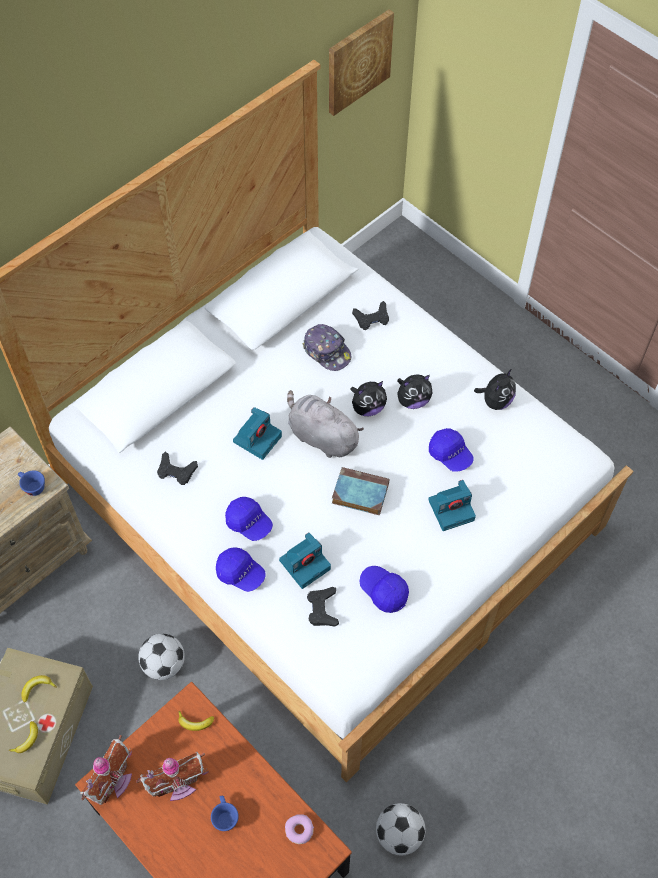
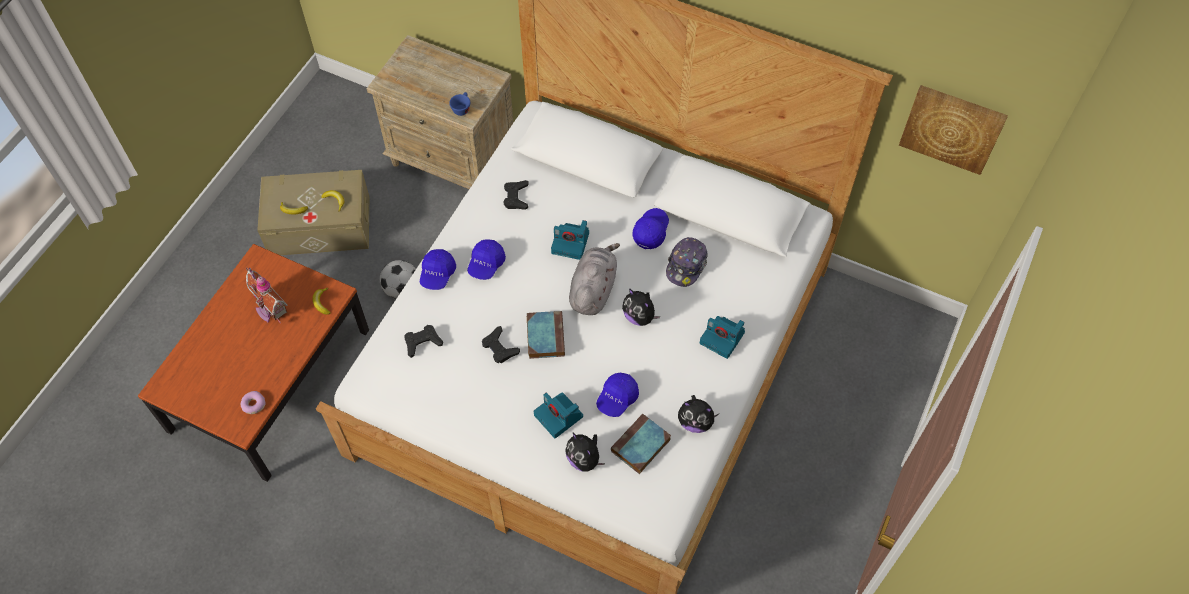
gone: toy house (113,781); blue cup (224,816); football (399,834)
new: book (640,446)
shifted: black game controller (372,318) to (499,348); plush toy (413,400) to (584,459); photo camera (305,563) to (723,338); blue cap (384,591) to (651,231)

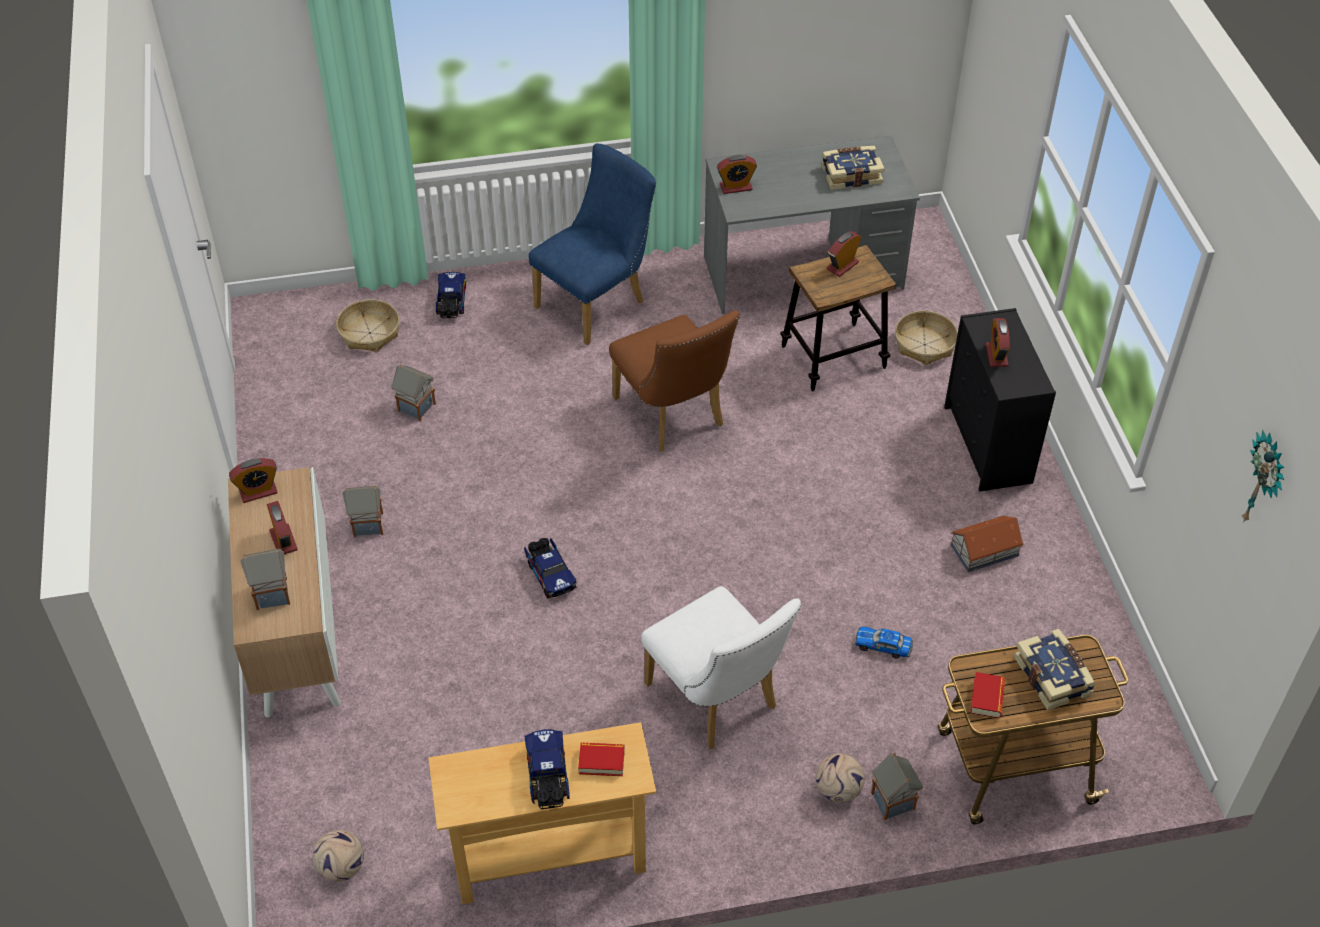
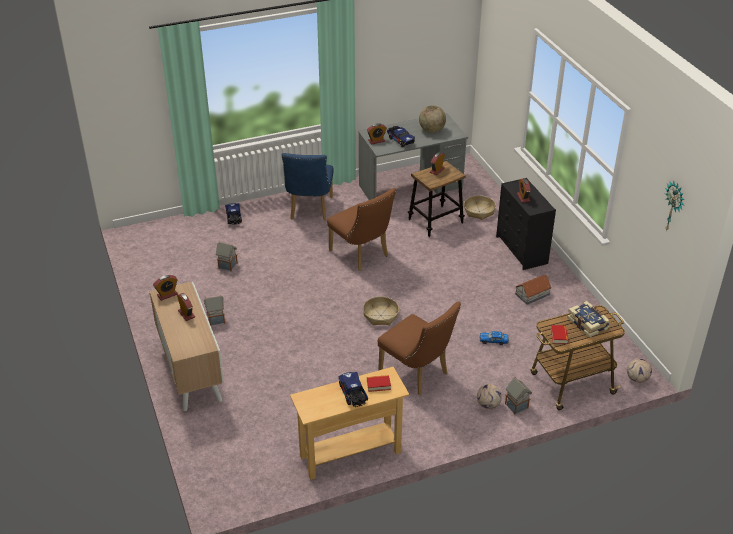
gone: toy house (273,593)
shifted: basket (369,333) to (380,315); toy truck (550,574) to (400,140); football (342,868) to (637,379)
swapped: book (851,174) to globe (432,130)
repainted: white chair (717,702) to brown chair (417,375)
rotated: blue chair (597,302) = (309,210) 150 degrees clockwise

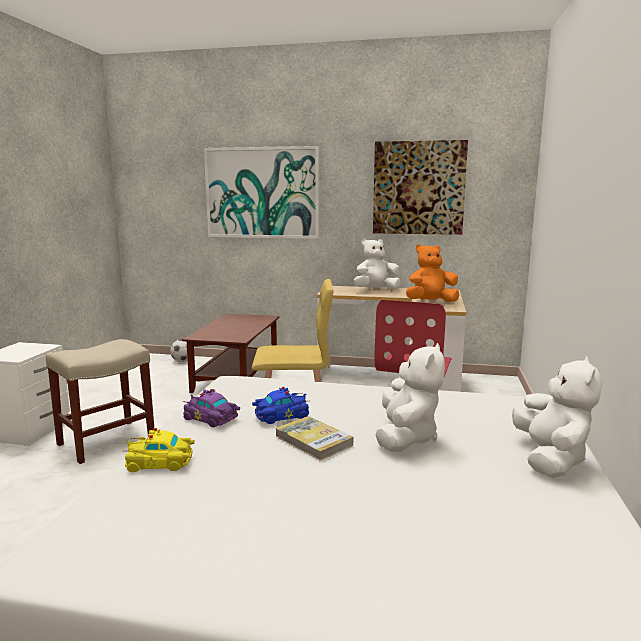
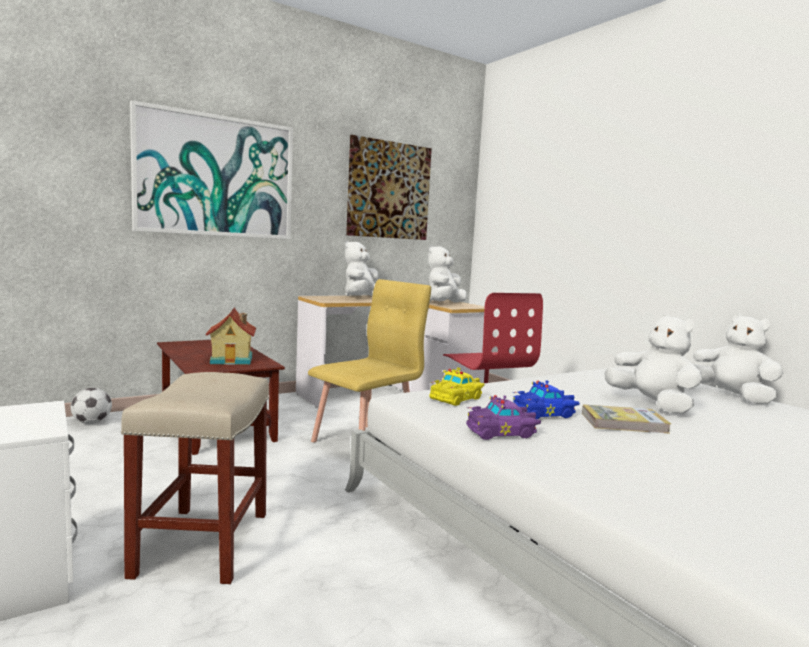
new: toy house (233,360)
shifted: yellow toy car (161,463) to (457,398)
repainted: orange plush toy (430,302) to white plush toy (444,303)
rotated: blue toy car (280,416) = (544,414) 135 degrees counterclockwise

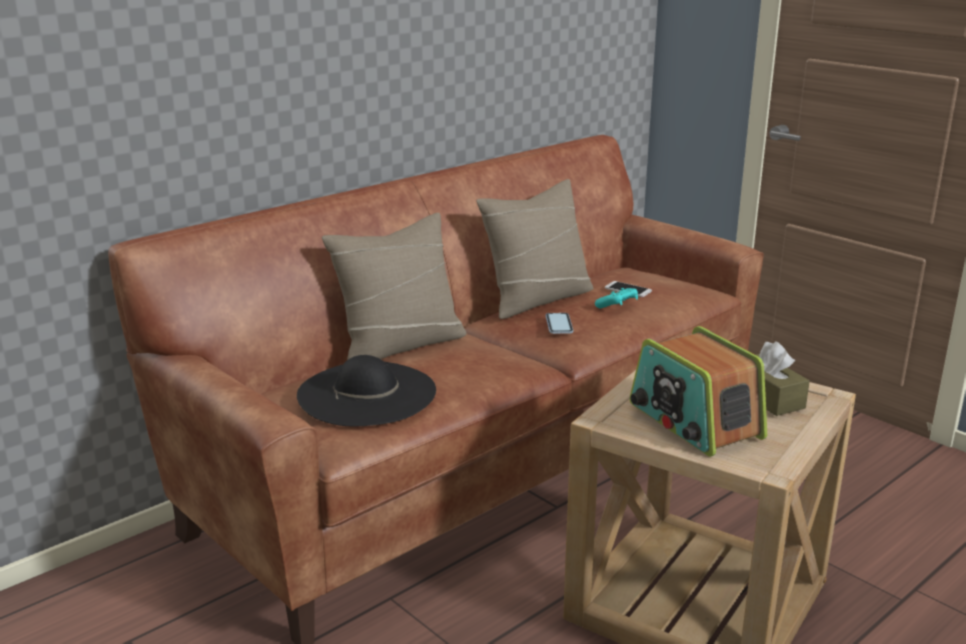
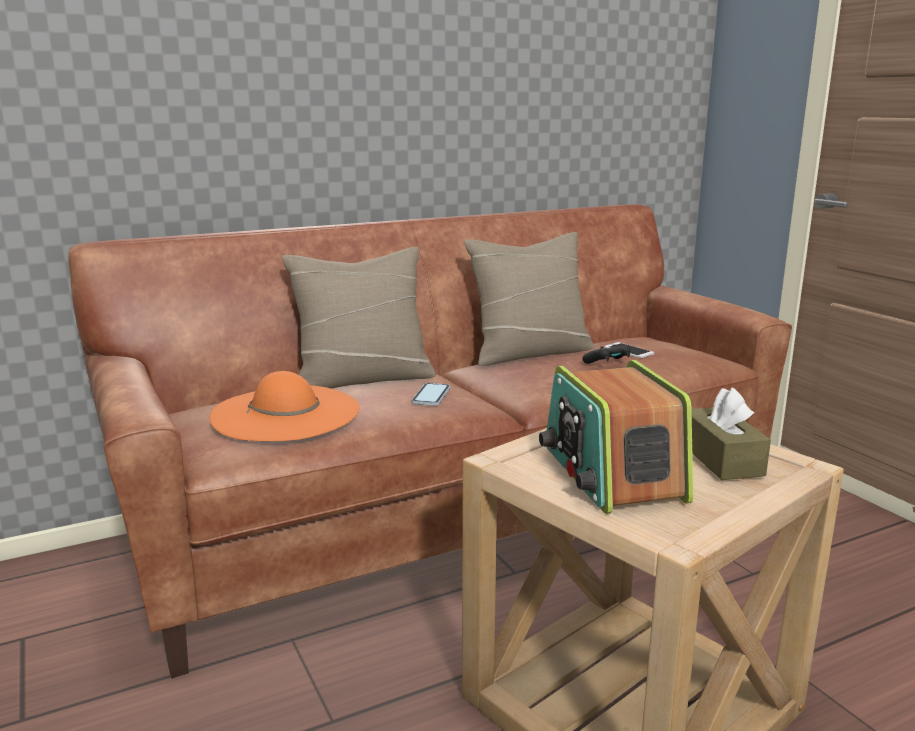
shifted: phone (559,325) to (431,396)
repainted: turquoise game controller (617,306) to black game controller (608,363); black hat (366,393) to orange hat (286,413)

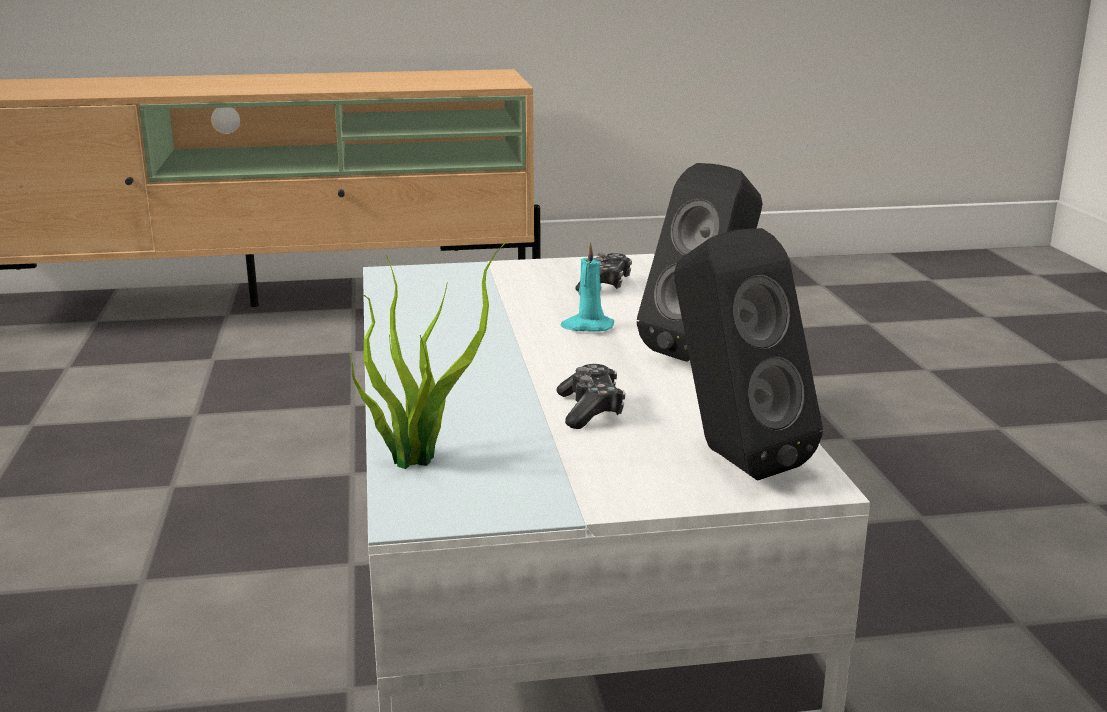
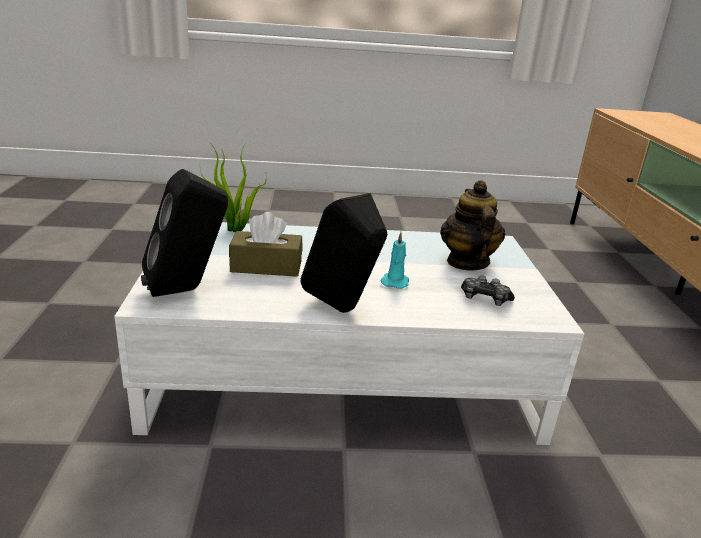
new: teapot (467,262)
swapped: game controller (590,410) to brown tissue box (266,266)

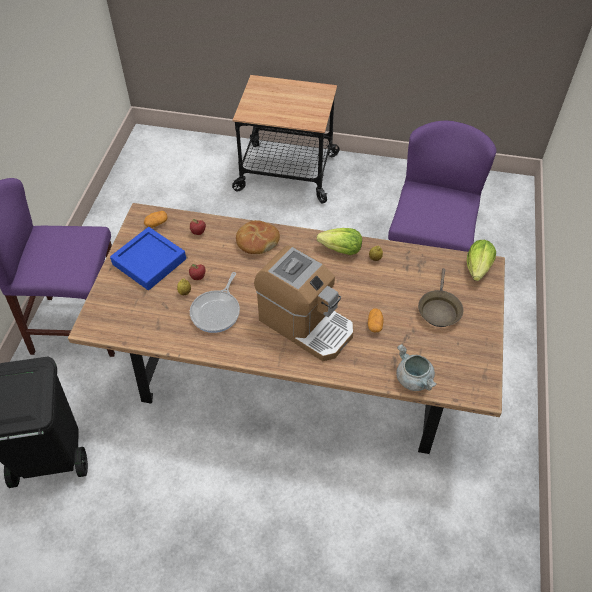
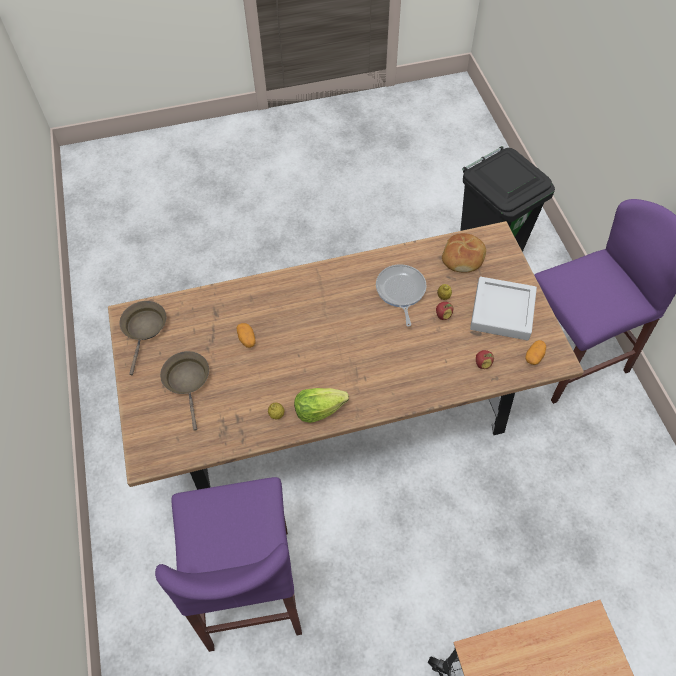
gone: lettuce (478,268); coffee machine (306,324); grey cooking pot (414,379)
new: brown frying pan (144,329)
shifted: bread (257,242) to (463,257)
repainted: blue tray (149,262) to grey tray (502,312)

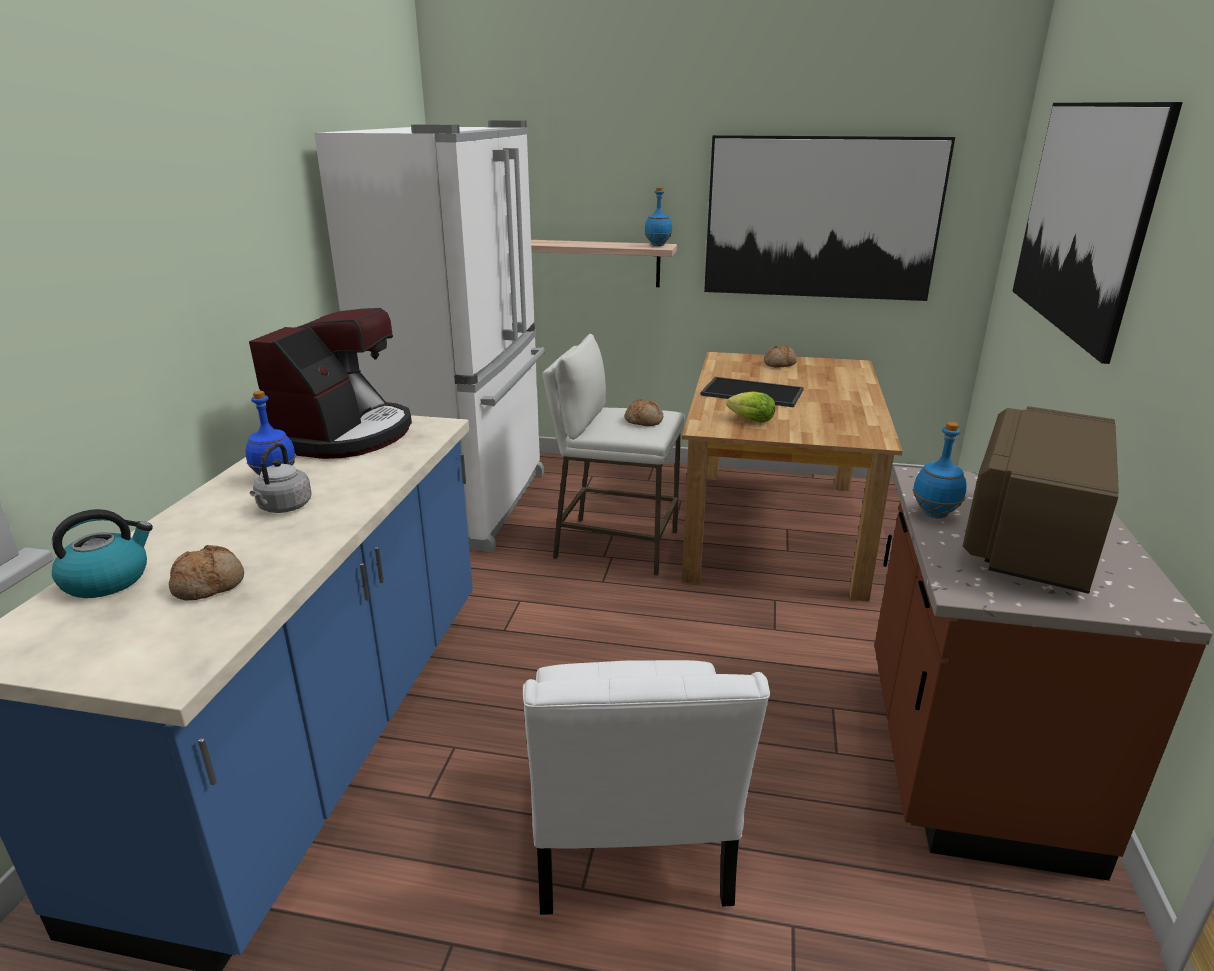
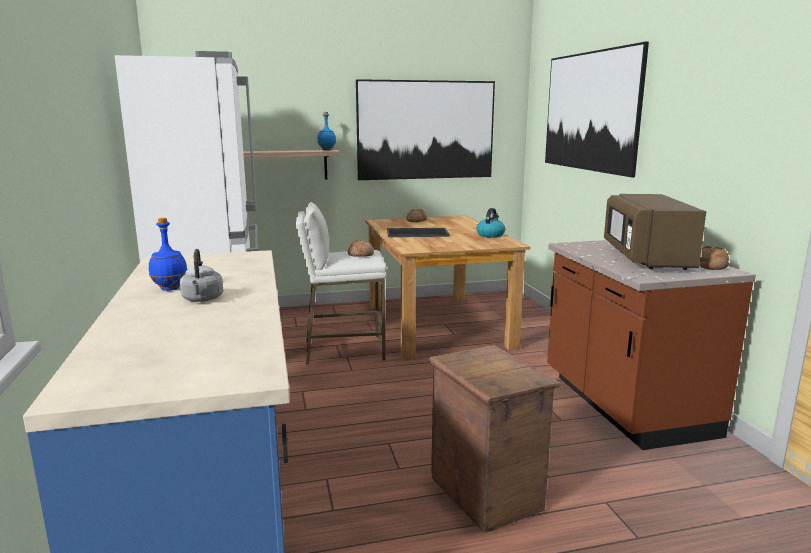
gone: coffee machine (344,435); lettuce (748,420); blue bottle (935,514)
shifted: kettle (107,580) to (490,235); bread (209,584) to (709,266)
swapped: white chair (630,842) to crate (485,493)

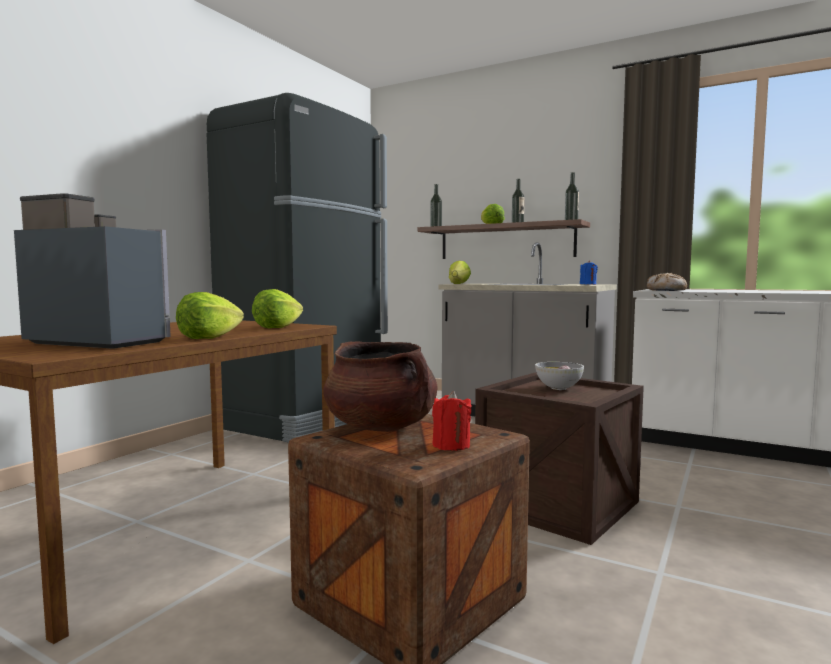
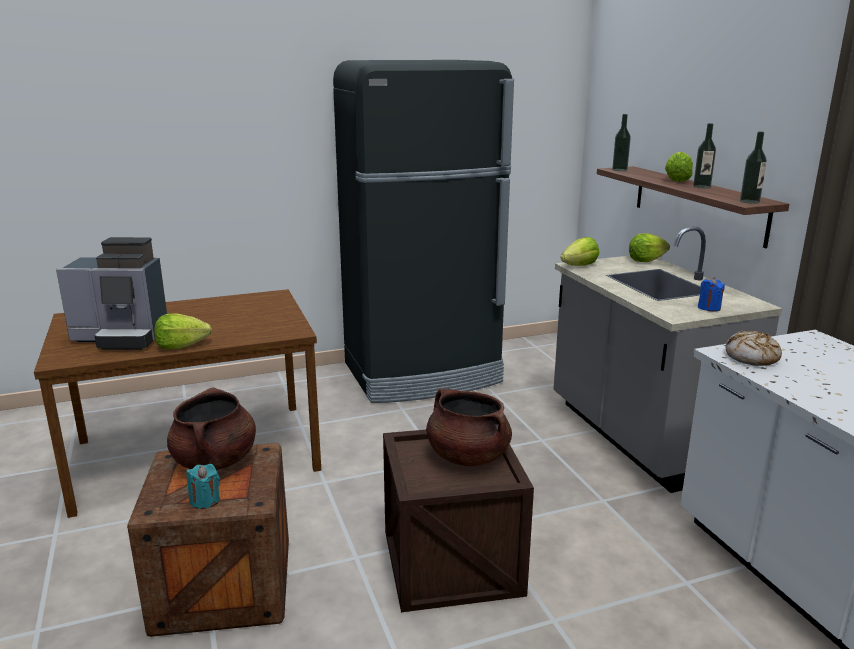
shifted: lettuce (277,327) to (646,260)
swapped: bowl (558,388) to brown cooking pot (467,456)
repainted: red candle (451,445) to turquoise candle (205,501)
rotated: coffee machine (100,341) = (122,337) 120 degrees clockwise

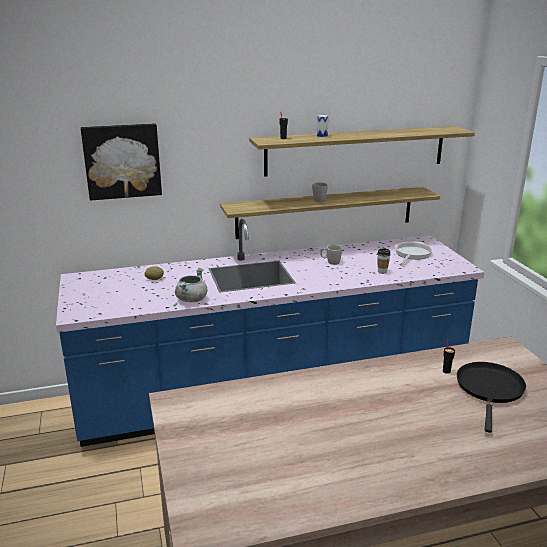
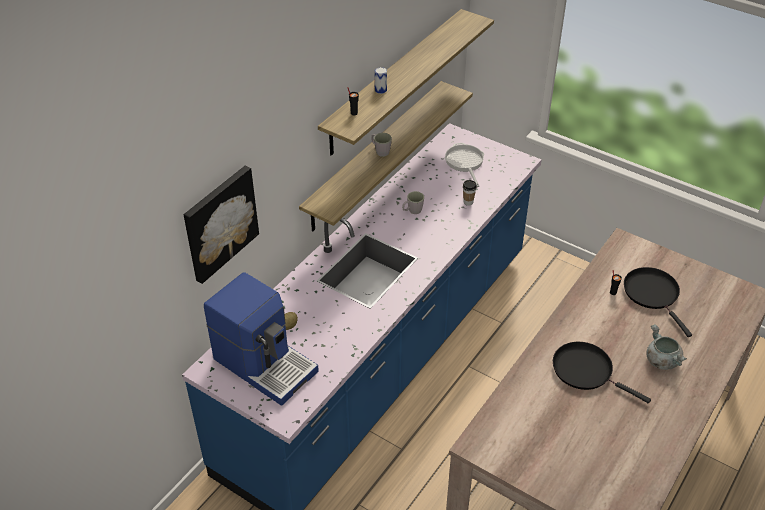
new: coffee machine (265,363); black frying pan (586,371)
shifted: grey cooking pot (191,299) to (661,360)

